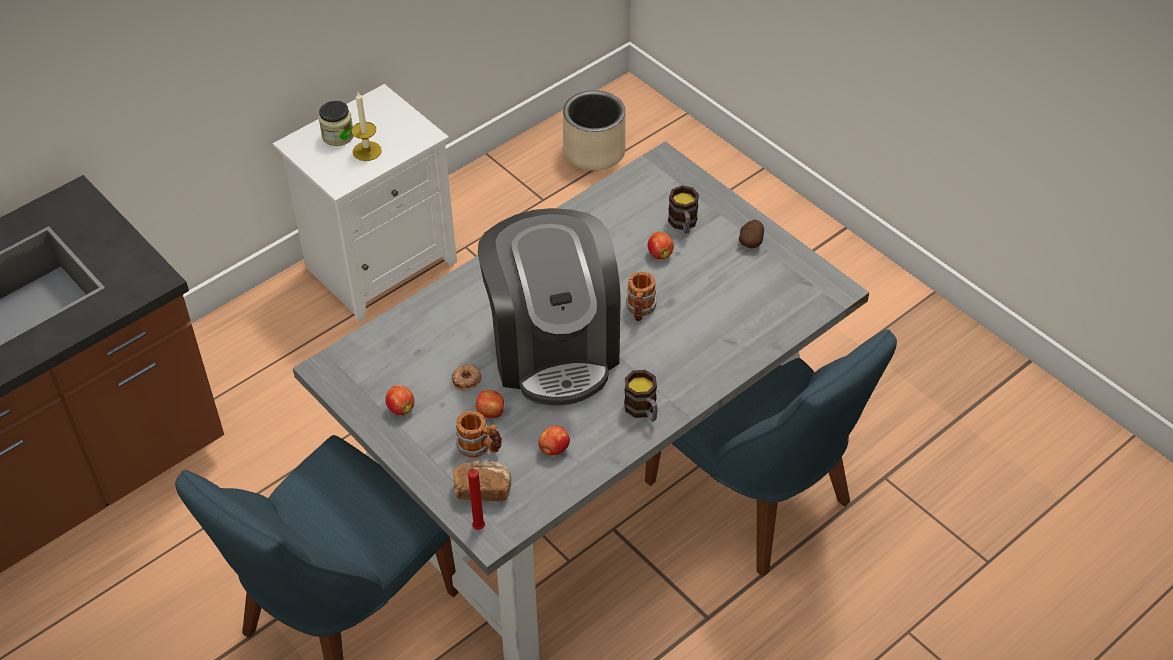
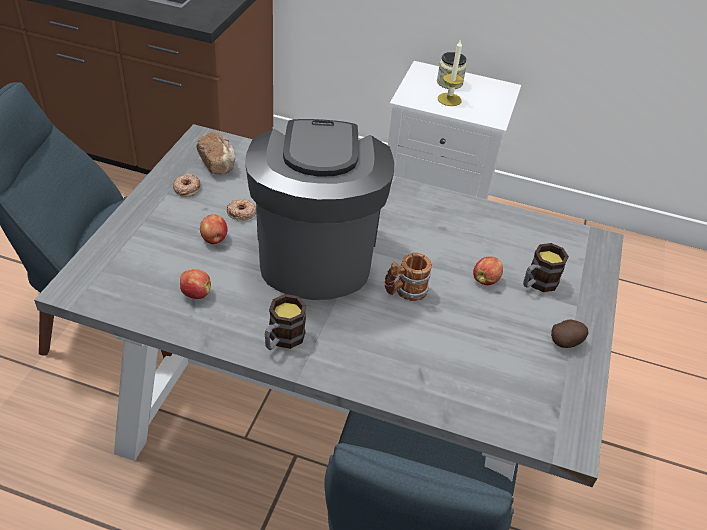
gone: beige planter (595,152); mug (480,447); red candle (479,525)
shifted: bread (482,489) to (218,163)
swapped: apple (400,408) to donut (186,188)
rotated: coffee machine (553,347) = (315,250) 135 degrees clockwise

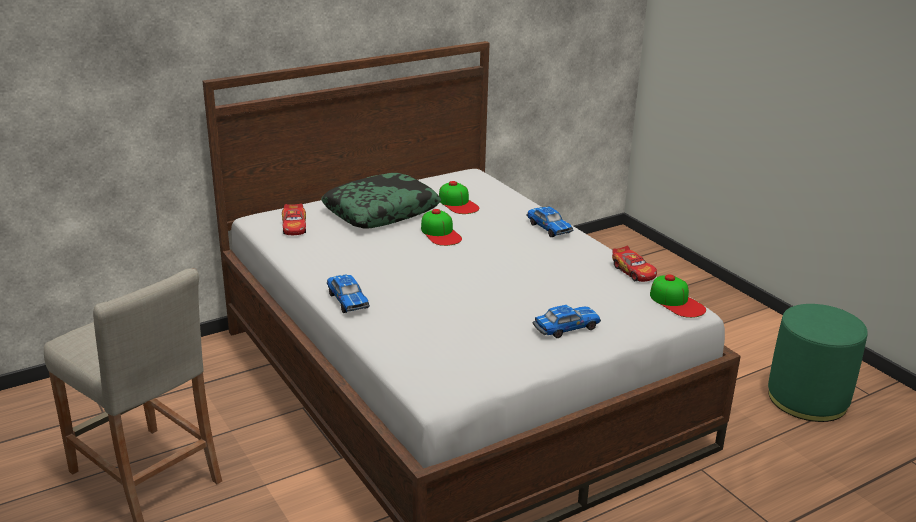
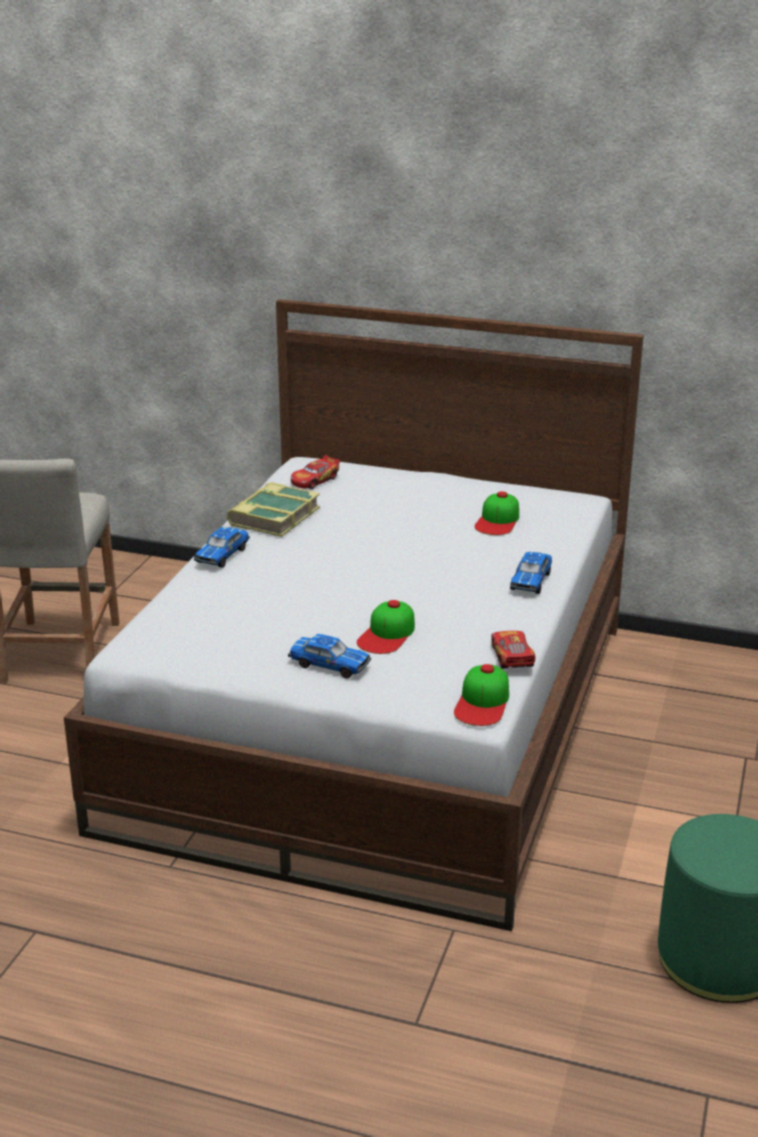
gone: pillow (381,211)
new: book (273,516)
shifted: cap (440,233) to (387,634)
rotated: toy car (633,271) = (512,657) 150 degrees clockwise

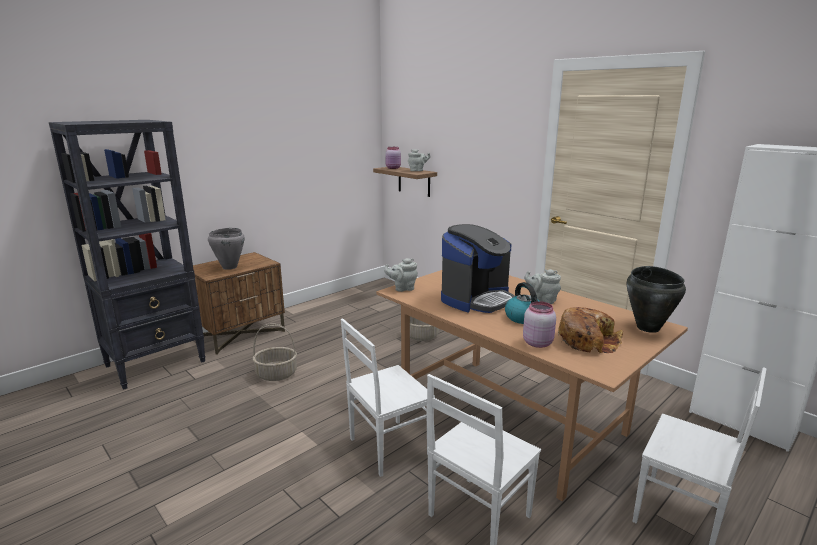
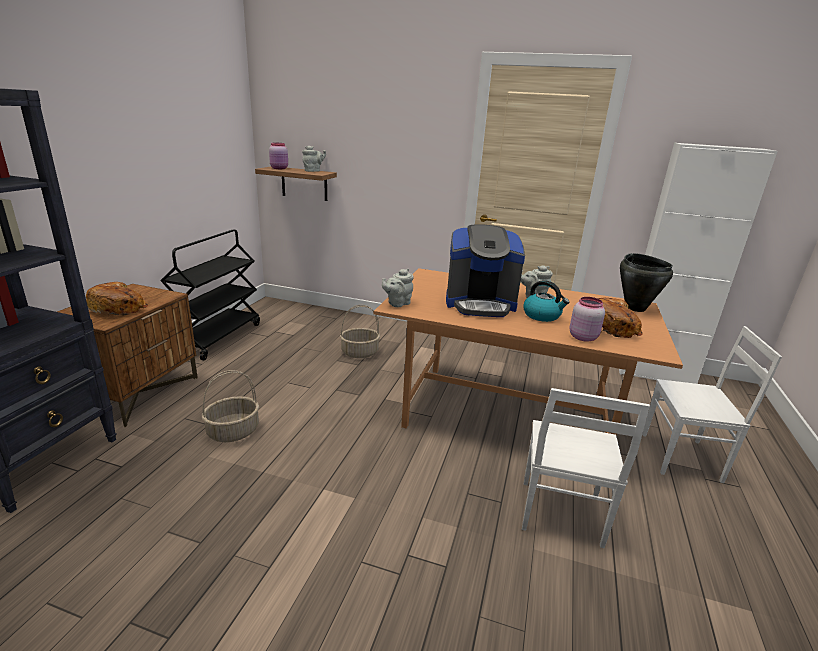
gone: white chair (388,446)
new: black cart (218,337)
swapped: grey cooking pot (229,267) to bread (119,308)
rotated: coffee machine (477,299) = (480,304) 75 degrees clockwise

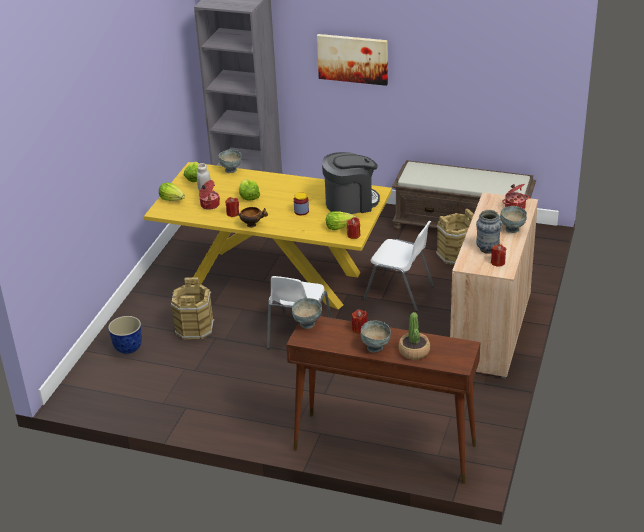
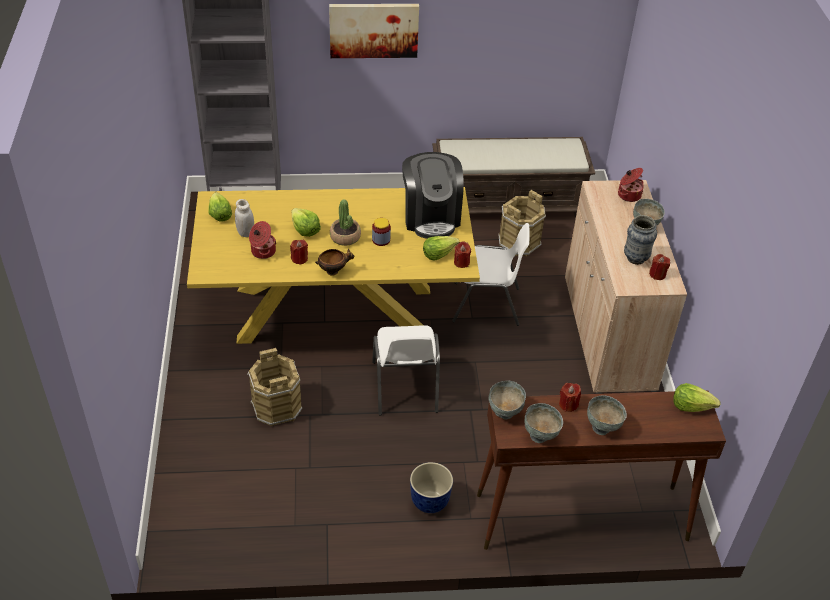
shifted: grey bowl (231,170) to (540,435); lettuce (172,199) to (691,406); potted plant (414,351) to (345,237); planter (129,348) to (430,501)
rotated: coffee machine (350,203) = (431,217) 120 degrees clockwise

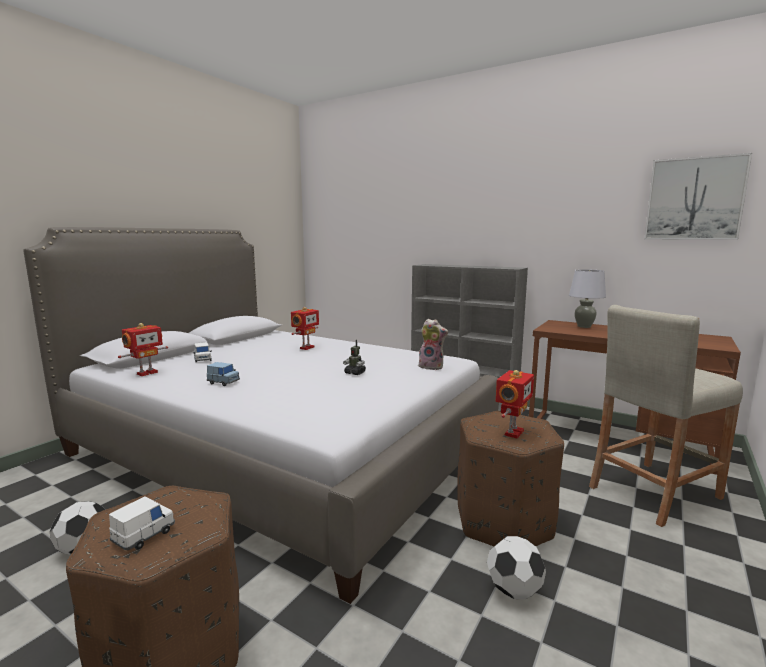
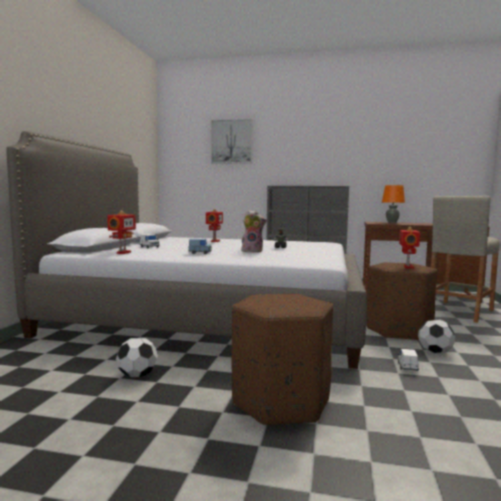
shifted: picture (694,199) to (231,141); plush toy (432,367) to (252,251); white toy car (144,535) to (407,367)
repainted: grey table lamp (584,326) to orange table lamp (392,222)

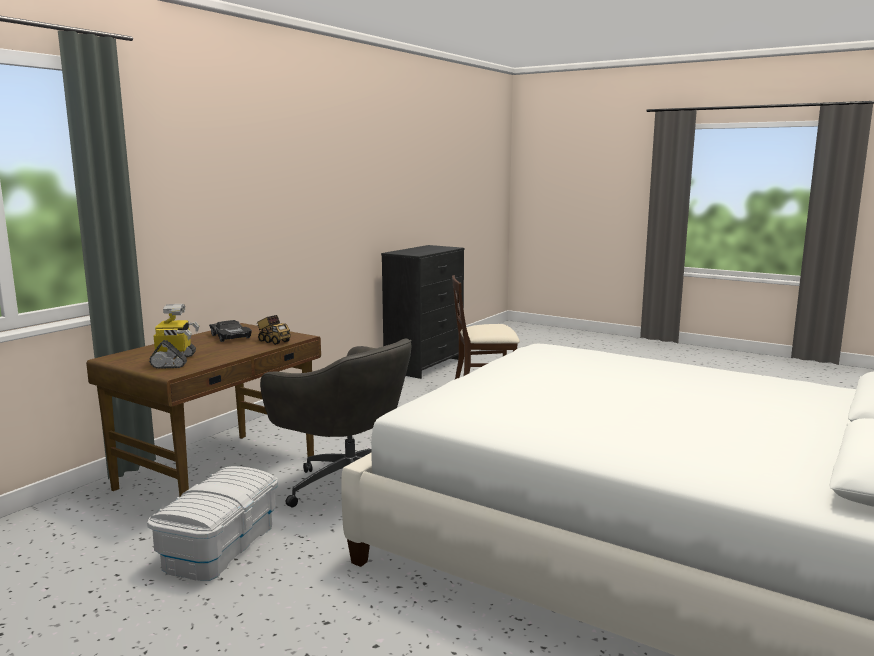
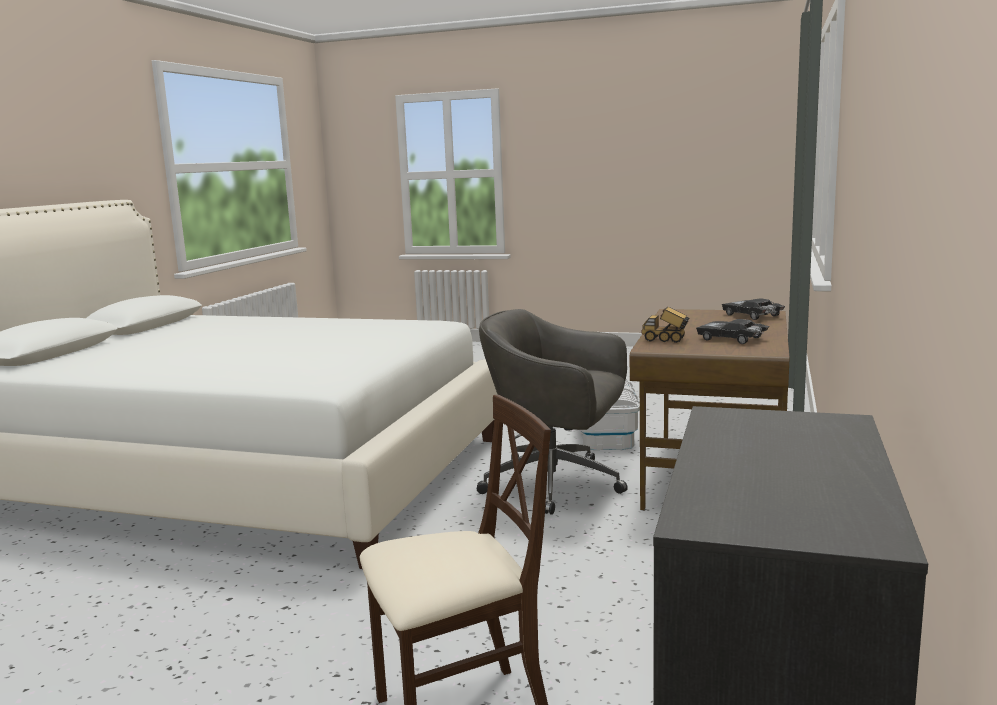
gone: toy robot (175,361)
new: black toy car (752,315)

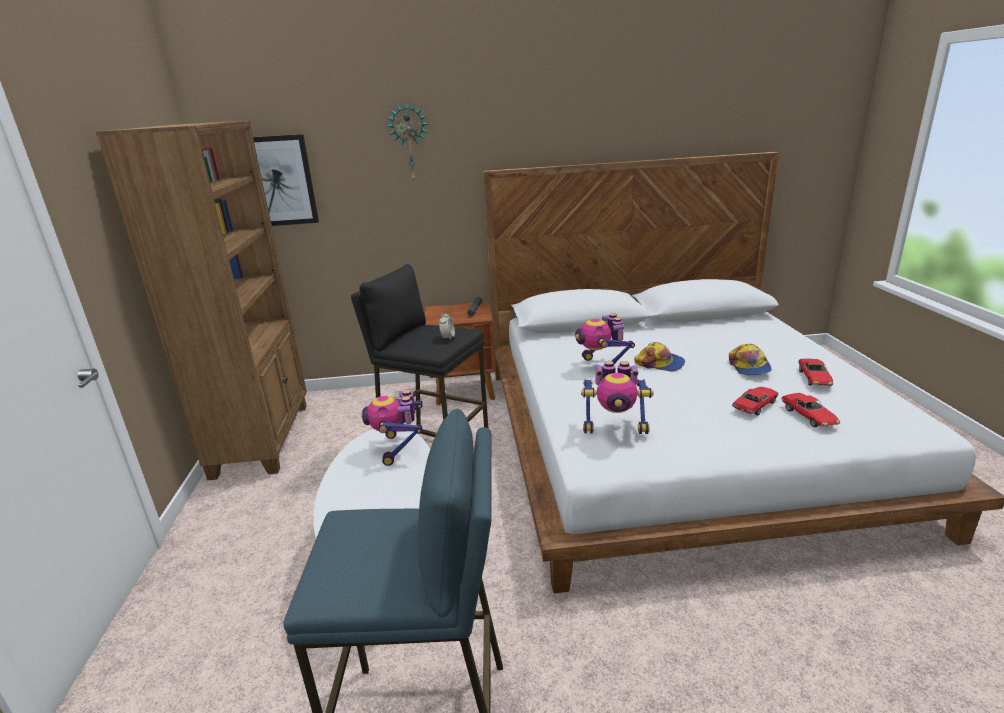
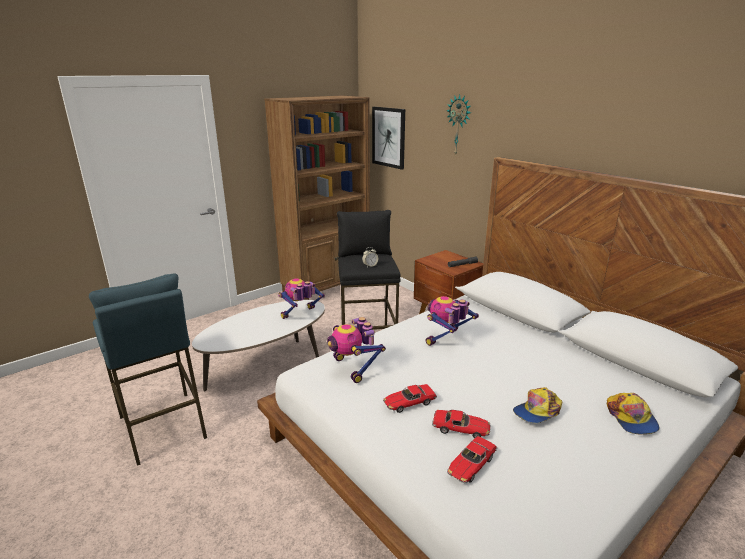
shifted: cap (660,363) to (631,418); toy car (814,378) to (409,403)

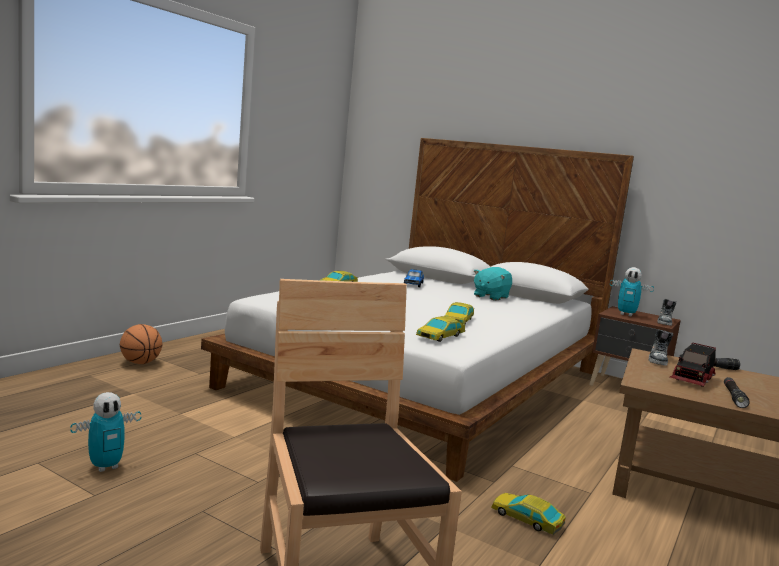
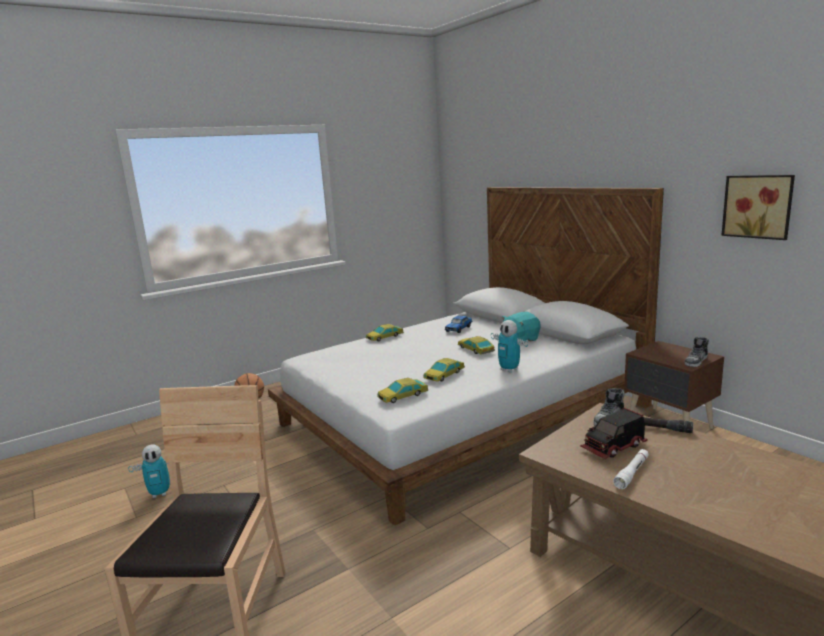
new: picture (758,206)
shifted: toy robot (626,314) to (509,369); toy car (526,519) to (475,349)
repainted: black flashlight (733,397) to white flashlight (632,473)

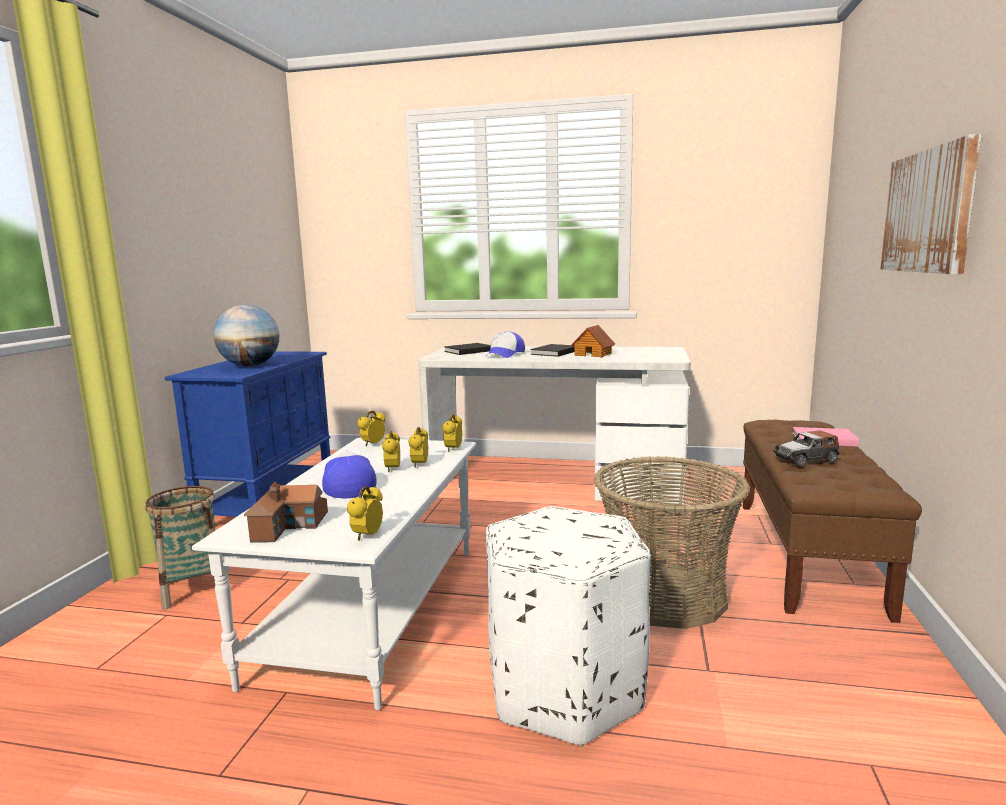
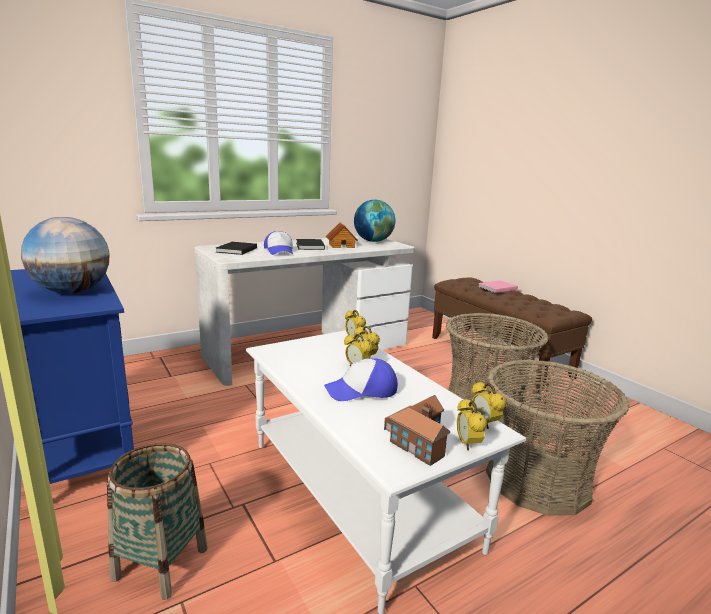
gone: picture (929,211); toy car (806,459)
new: globe (373,241)
shifted: alarm clock (373,445) to (467,444)
swapped: white ottoman (564,690) to basket (538,480)
rotated: cap (348,485) = (362,390) 45 degrees counterclockwise

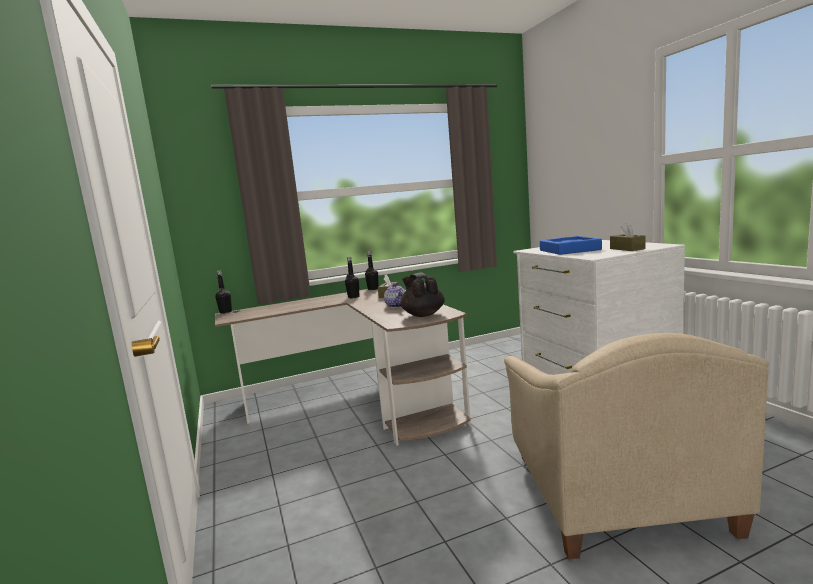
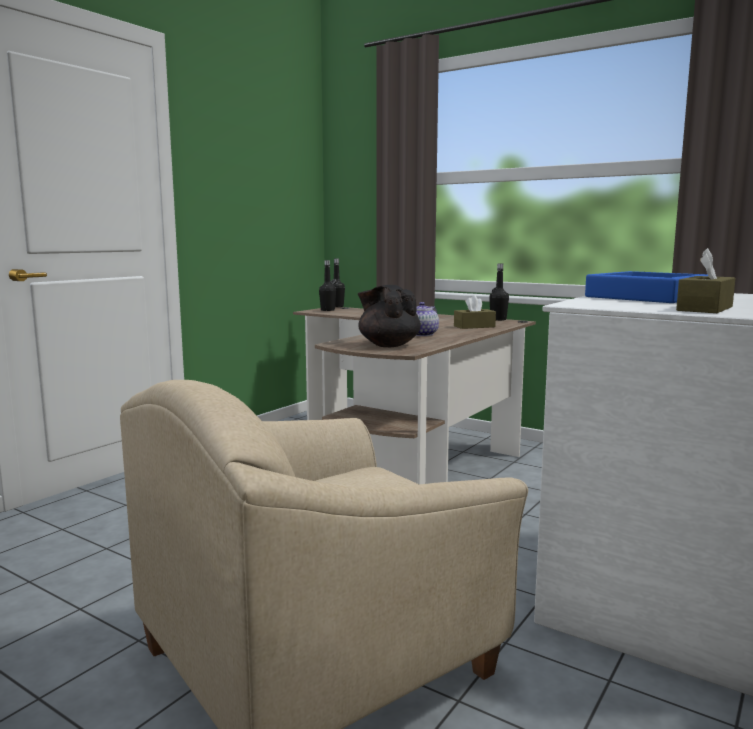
shifted: black bottle (353,297) to (327,310)
rotated: black teapot (423,314) = (388,345) 75 degrees counterclockwise

